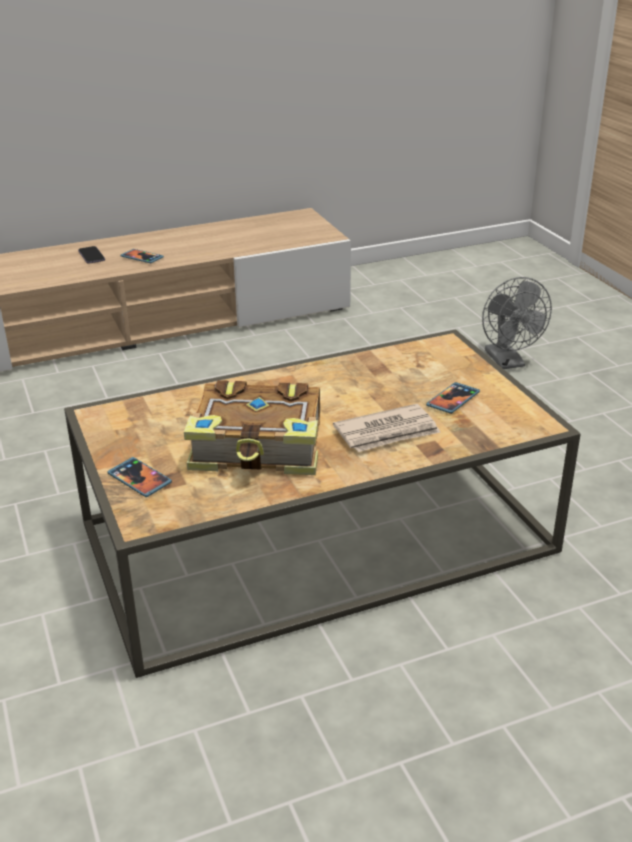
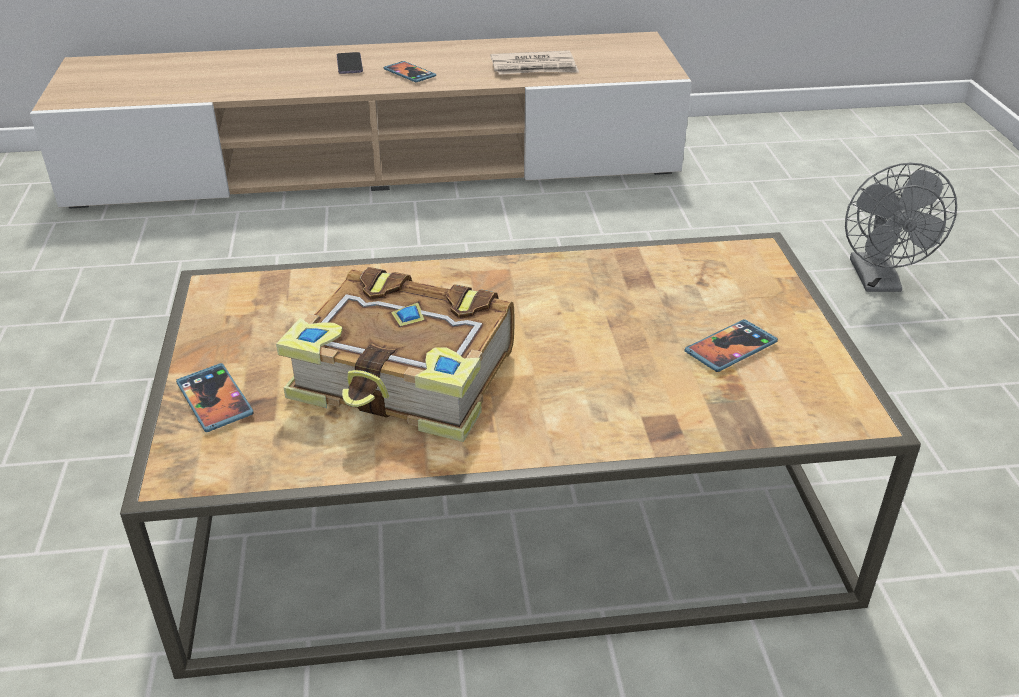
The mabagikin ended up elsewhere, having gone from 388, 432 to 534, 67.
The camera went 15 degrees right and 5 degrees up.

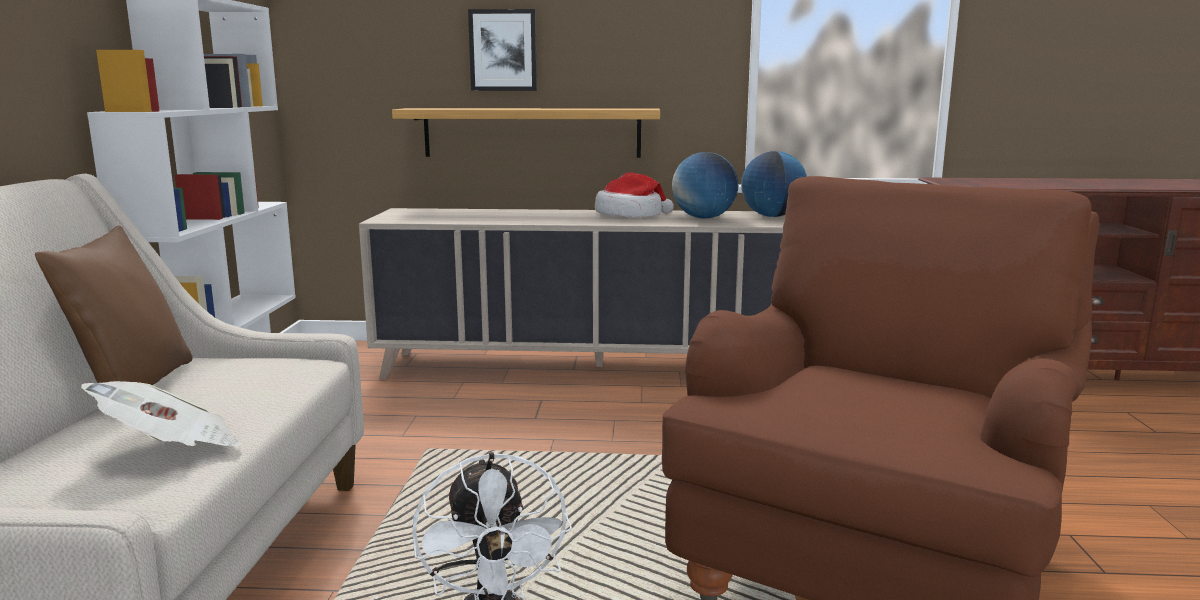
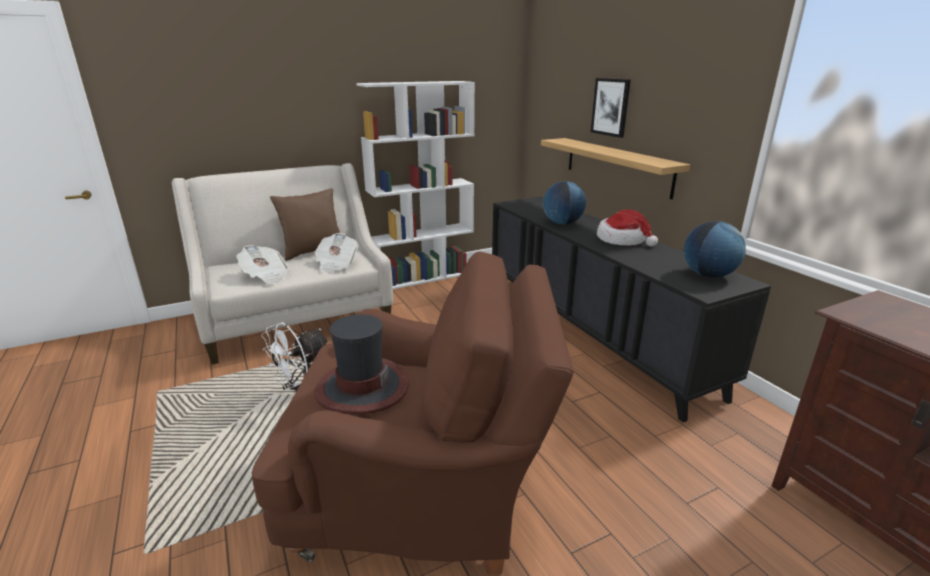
The second view gained the mabagikin at 336, 264.
The second view gained the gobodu at 361, 387.
The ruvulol ended up elsewhere, having gone from 703, 218 to 562, 223.
What was the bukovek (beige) at 598, 369 turned into the bukovek (black) at 590, 332.
The camera went 60 degrees right and 10 degrees up.

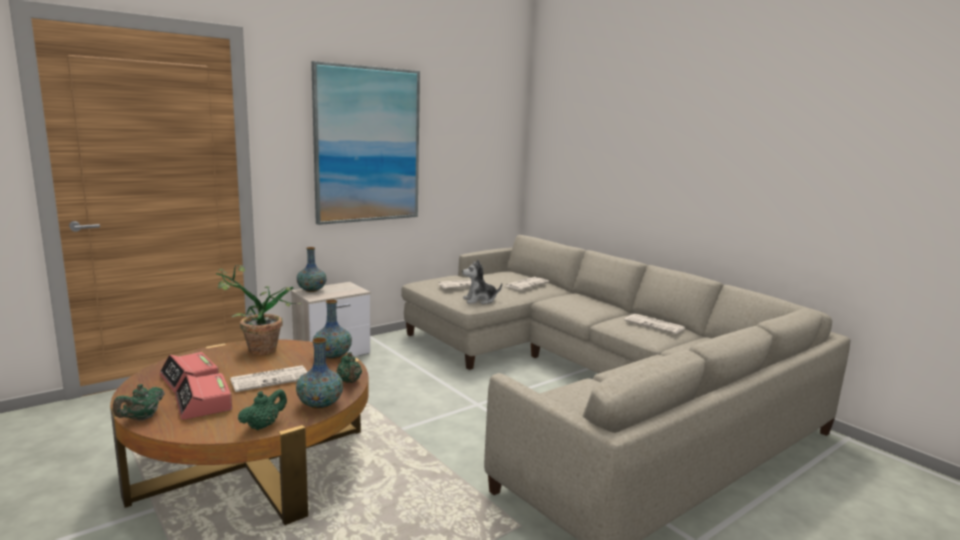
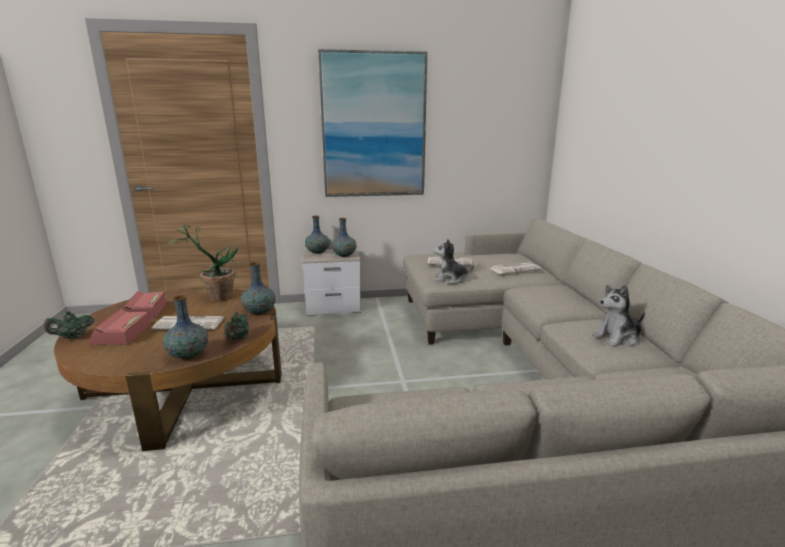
The second view lost the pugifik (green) at 263, 425.
The second view gained the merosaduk at 344, 255.
Where the mabagikin stood at 655, 325, the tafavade came to stand at 617, 338.
The camera went 30 degrees right and 5 degrees up.

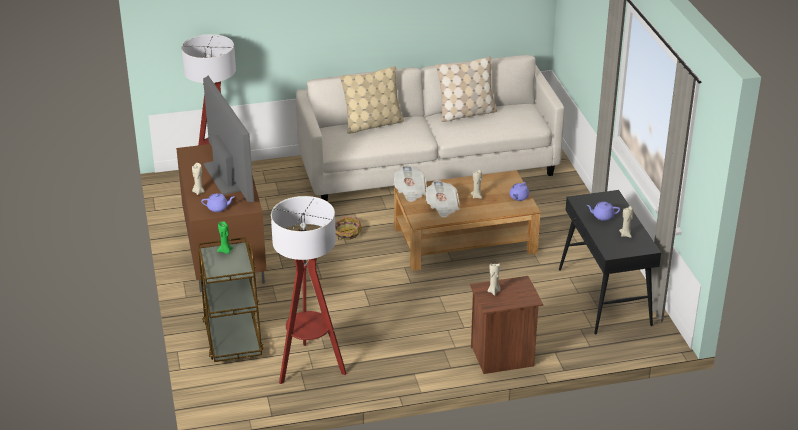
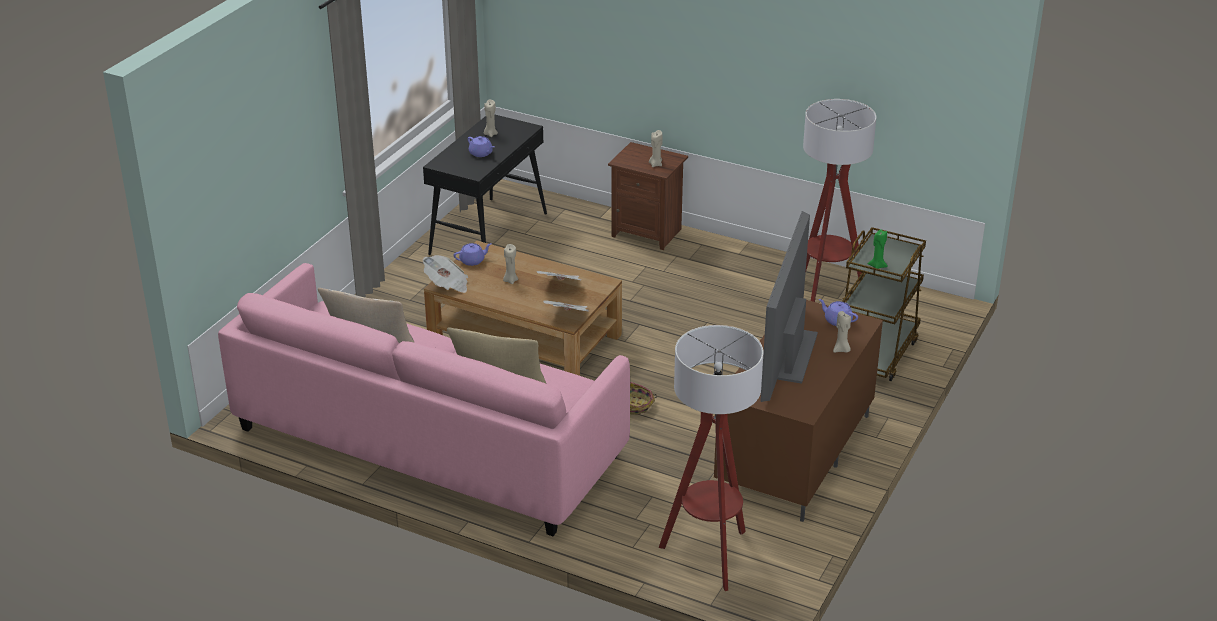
The second view gained the mabagikin at 447, 285.
What was the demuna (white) at 428, 166 turned into the demuna (pink) at 428, 442.
The camera went 140 degrees left and 0 degrees up.

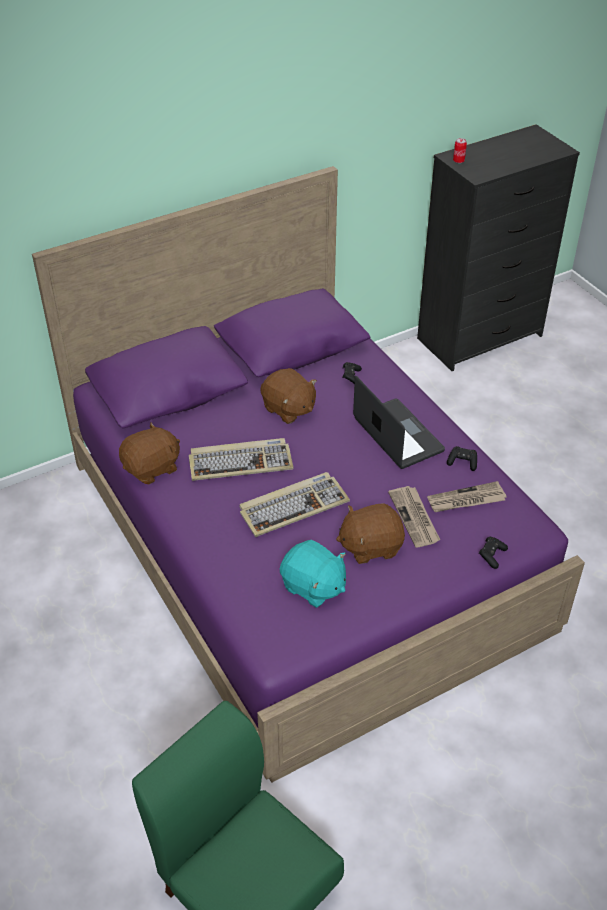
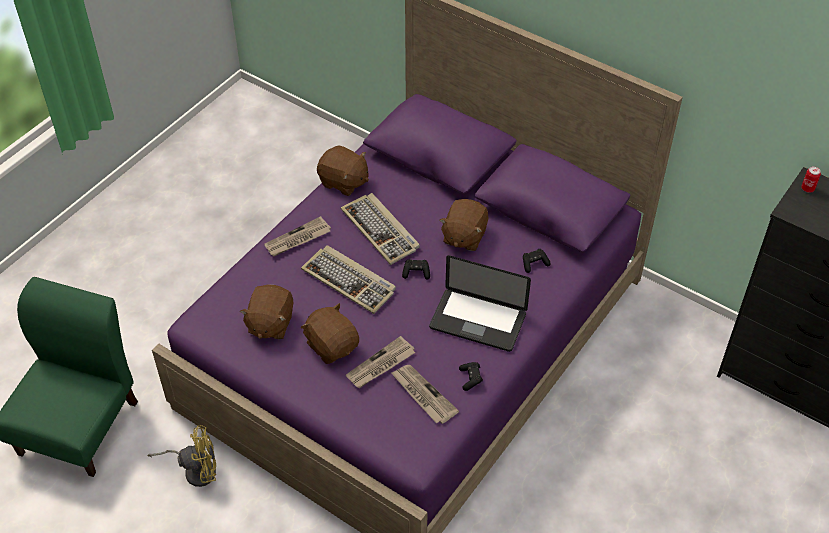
The second view gained the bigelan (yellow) at 195, 470.
The second view gained the mabagikin at 297, 239.
The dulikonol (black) ended up elsewhere, having gone from 491, 555 to 416, 273.
What was the tafavade (turquoise) at 313, 587 turned into the tafavade (brown) at 270, 324.
The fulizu at 398, 435 ended up facing another way, 75 degrees clockwise from before.
The camera went 65 degrees right and 5 degrees up.

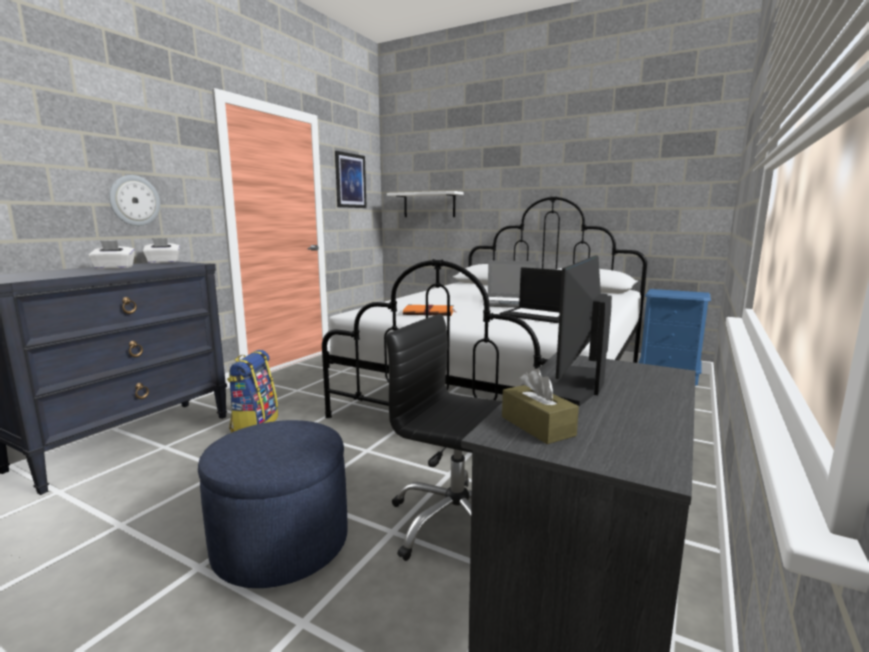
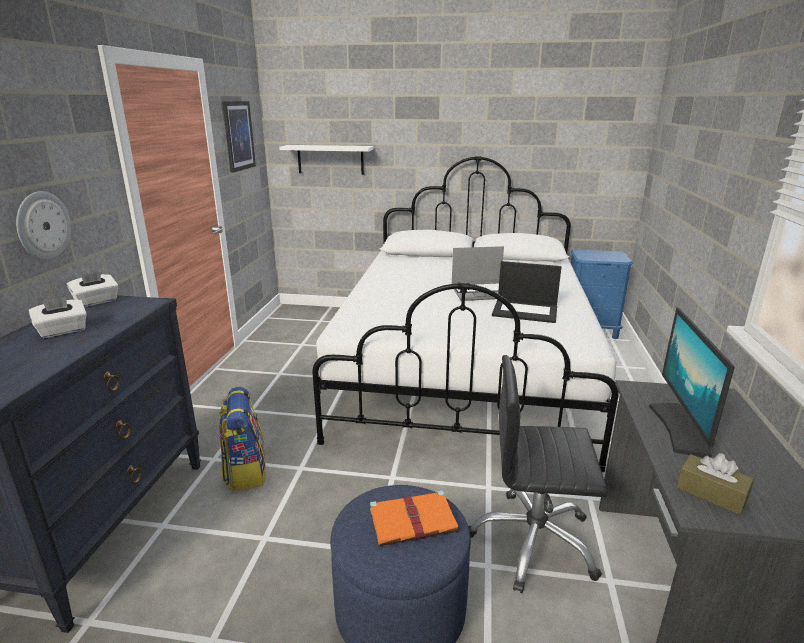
The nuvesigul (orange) ended up elsewhere, having gone from 430, 313 to 414, 521.
The camera went 20 degrees left and 10 degrees up.

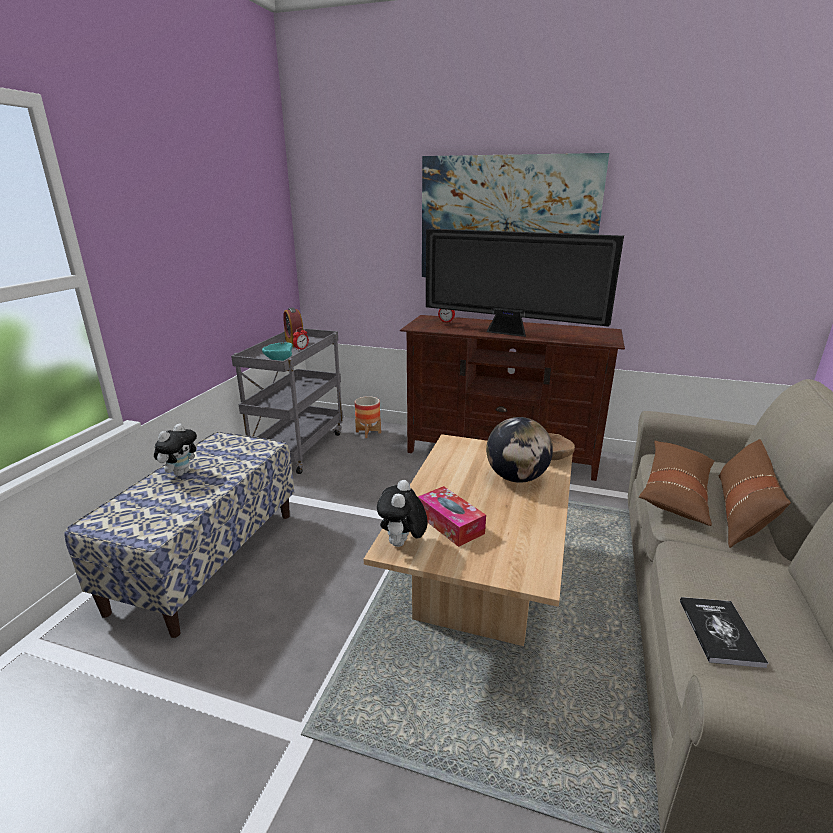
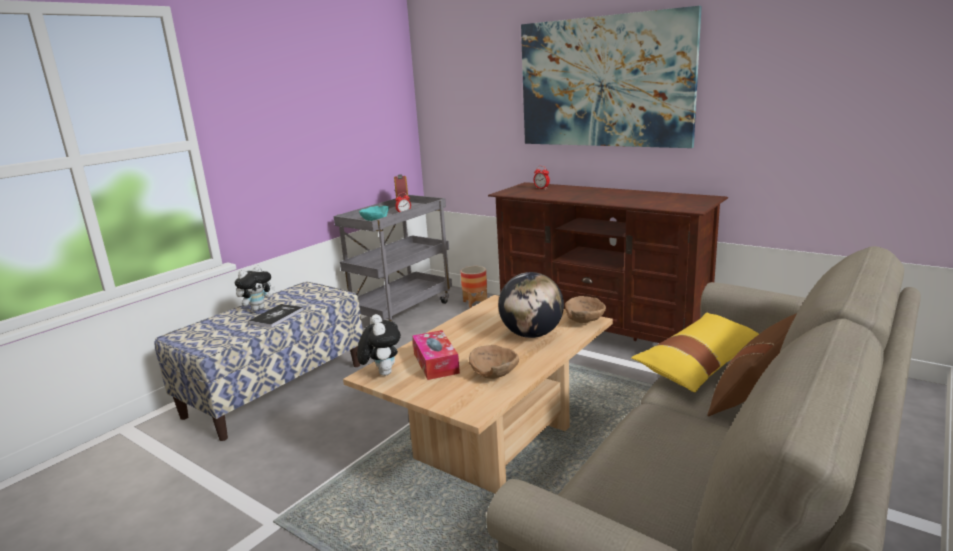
The second view lost the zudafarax at 510, 333.
The second view gained the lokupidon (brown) at 496, 375.
The nuvesigul ended up elsewhere, having gone from 719, 632 to 276, 317.
What was the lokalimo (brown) at 676, 491 turned into the lokalimo (yellow) at 700, 364.
The tafavade at 402, 544 ended up facing another way, 135 degrees clockwise from before.
The camera went 20 degrees right and 5 degrees down.

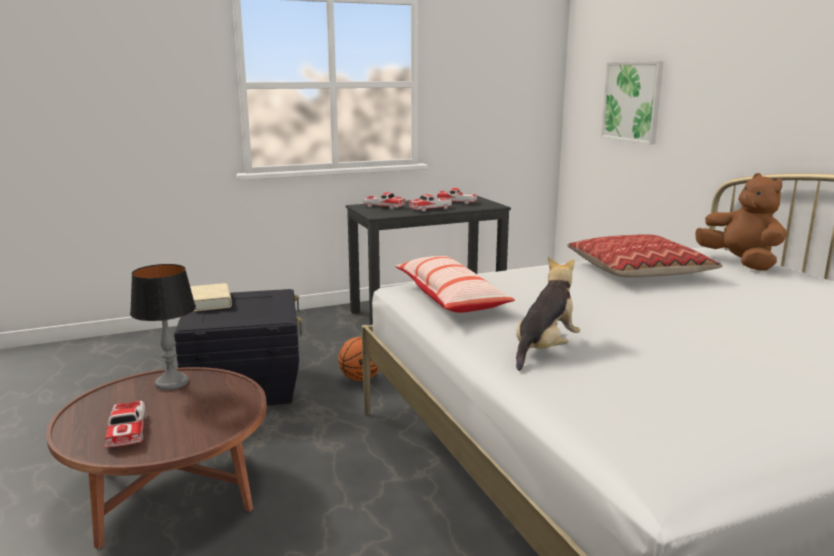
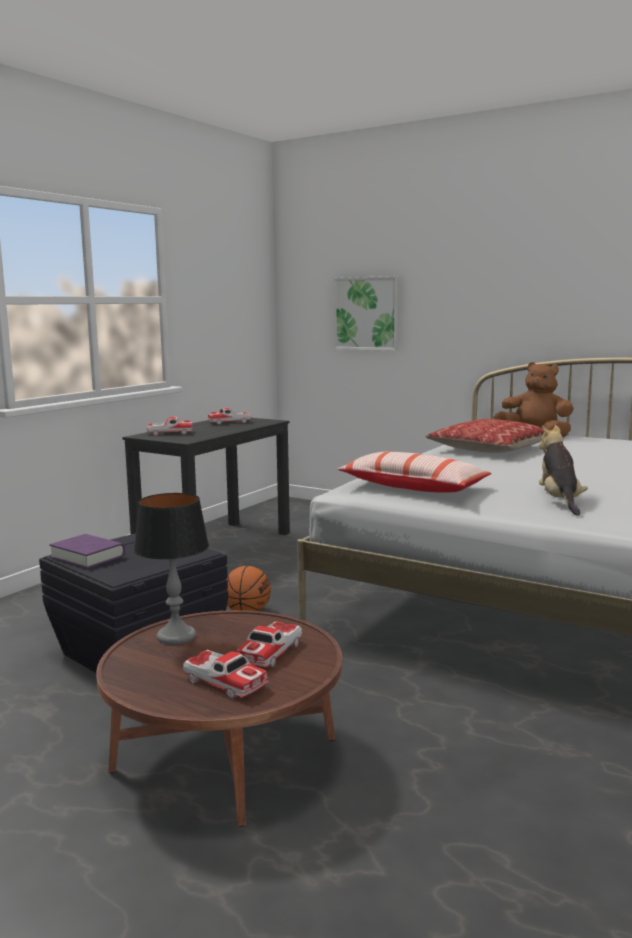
The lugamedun ended up elsewhere, having gone from 430, 209 to 270, 653.
What was the nuvesigul (beige) at 211, 302 turned into the nuvesigul (purple) at 87, 557.
The camera went 35 degrees left and 5 degrees down.

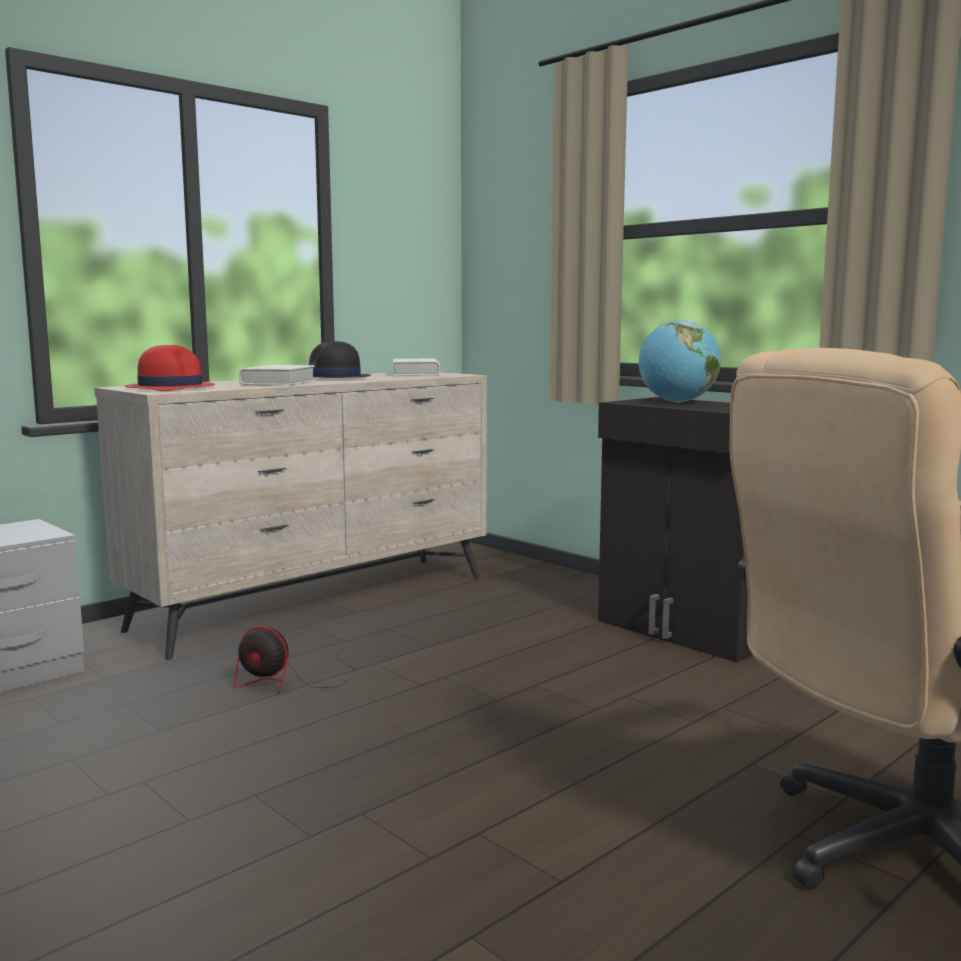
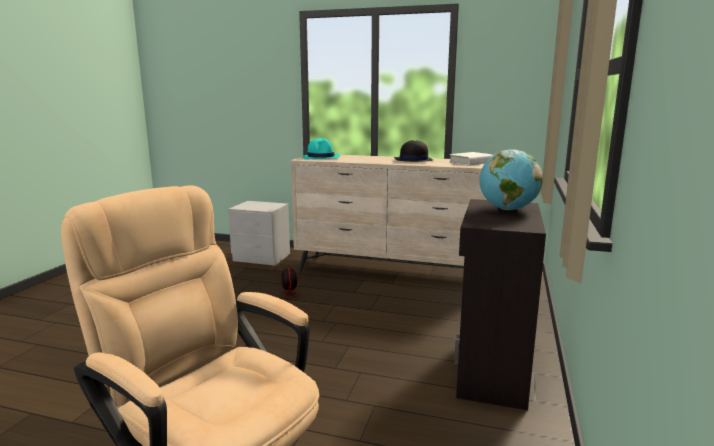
The second view lost the nuvesigul (white) at 278, 382.
What was the gobodu (red) at 170, 387 turned into the gobodu (turquoise) at 321, 157.
The camera went 60 degrees right and 5 degrees up.

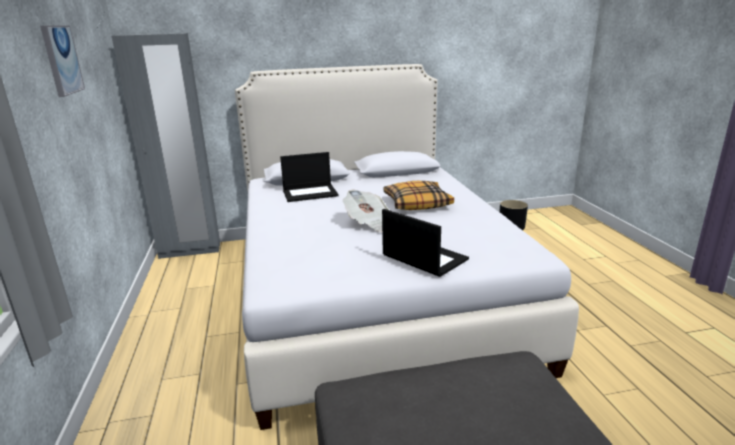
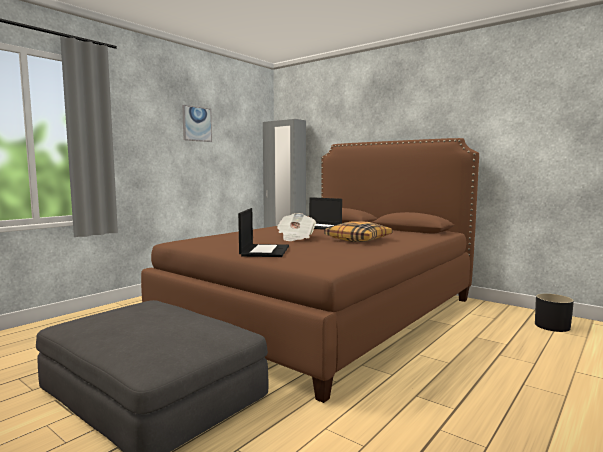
What was the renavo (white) at 371, 292 turned into the renavo (brown) at 324, 313.
The camera went 50 degrees right and 15 degrees down.

